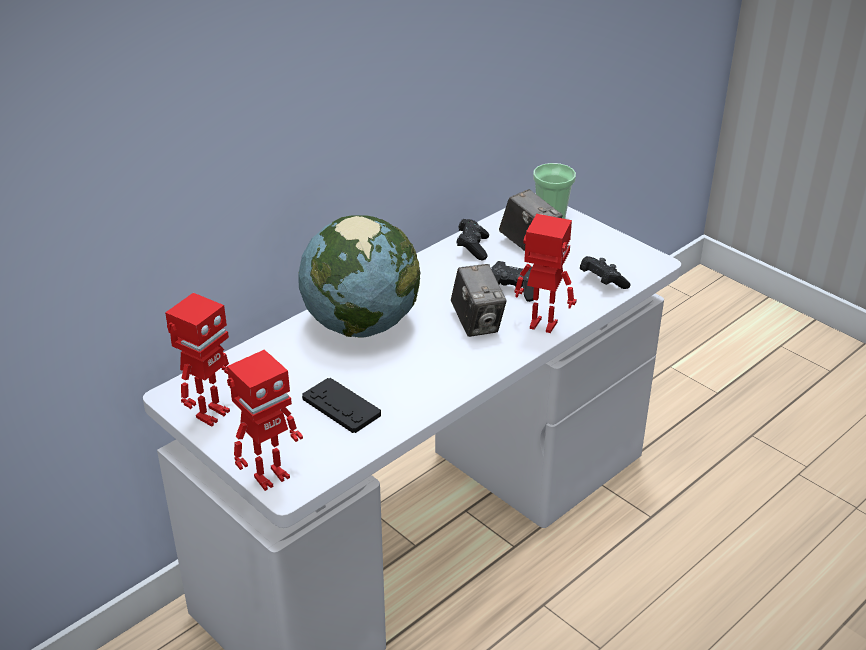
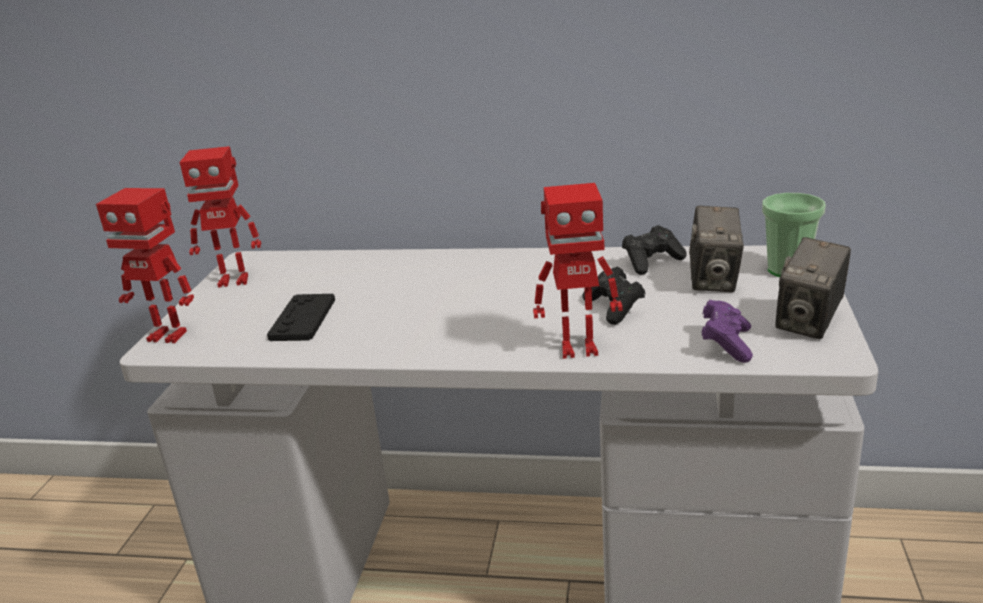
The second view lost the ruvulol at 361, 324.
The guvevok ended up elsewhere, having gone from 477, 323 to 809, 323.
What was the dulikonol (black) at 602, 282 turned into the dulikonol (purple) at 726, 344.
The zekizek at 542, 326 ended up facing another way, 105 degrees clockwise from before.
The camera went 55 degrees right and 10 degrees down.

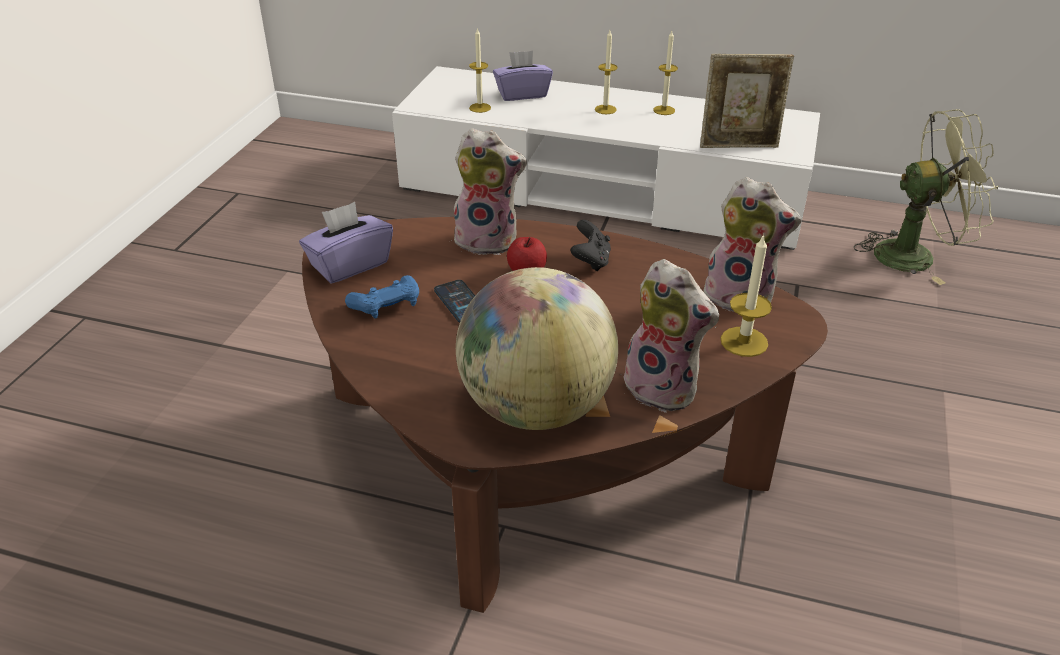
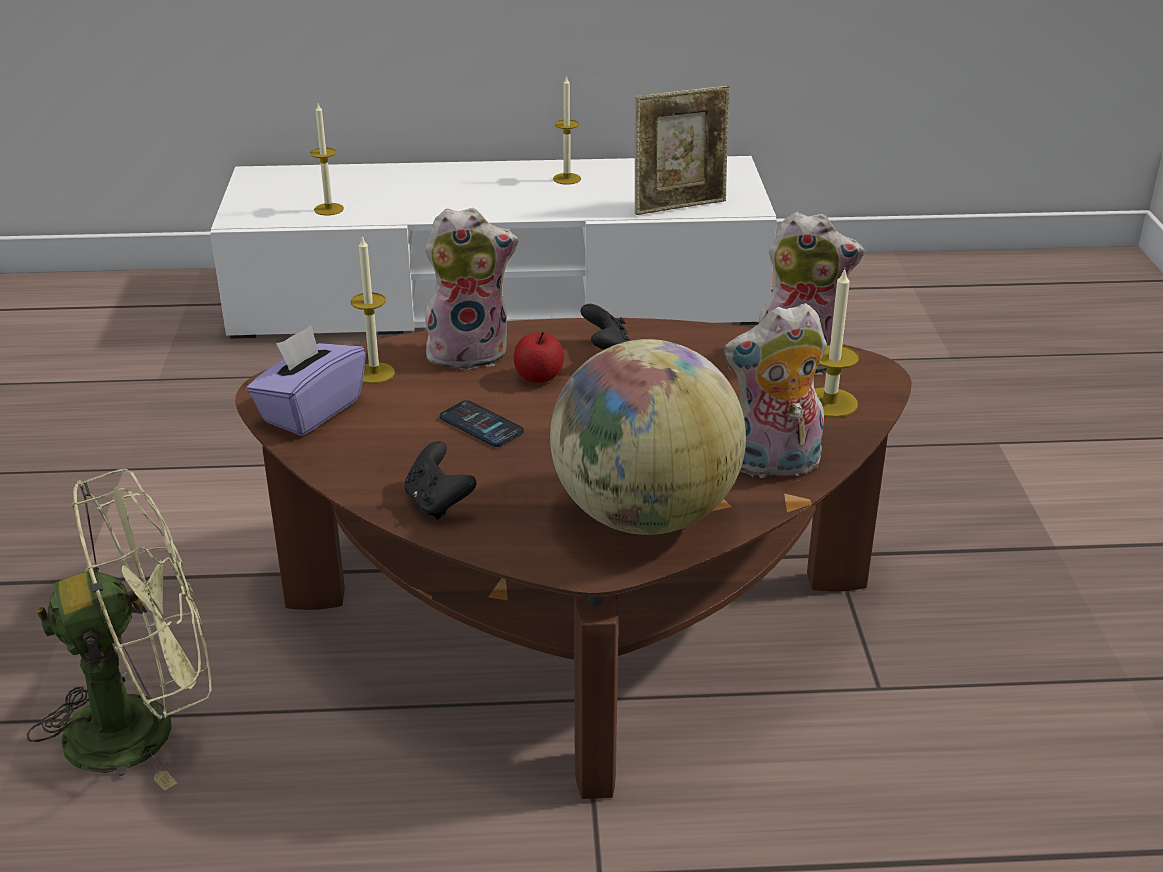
The second view lost the dulikonol (blue) at 386, 305.
The second view lost the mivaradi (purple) at 522, 94.
The second view gained the dulikonol (black) at 438, 503.
The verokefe ended up elsewhere, having gone from 605, 109 to 374, 373.
The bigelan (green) ended up elsewhere, having gone from 916, 255 to 144, 725.
The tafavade at 664, 388 ended up facing another way, 150 degrees clockwise from before.
The camera went 20 degrees left and 5 degrees down.

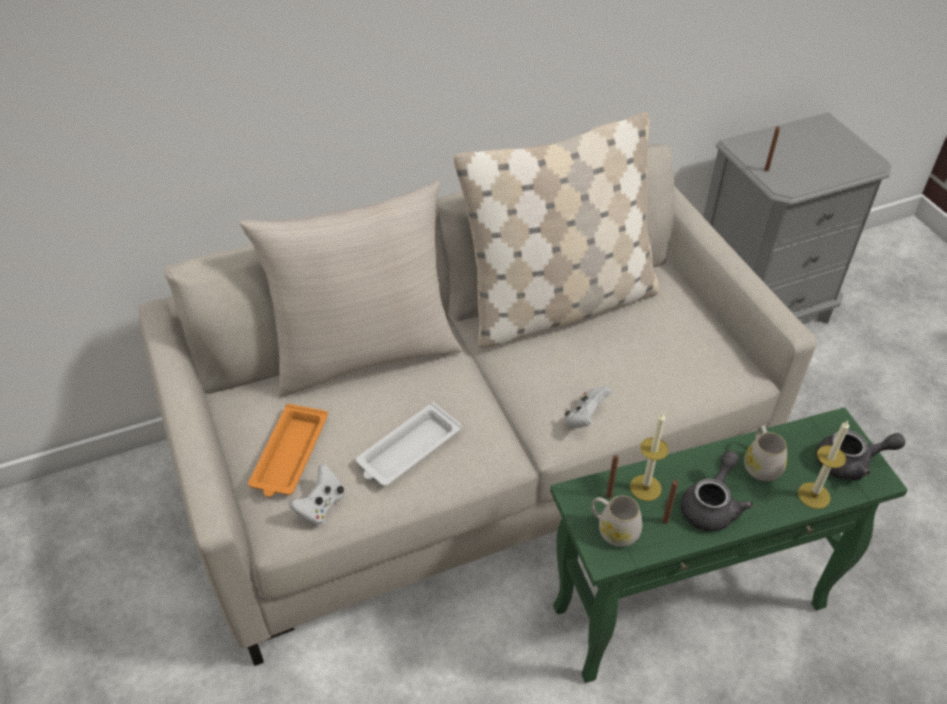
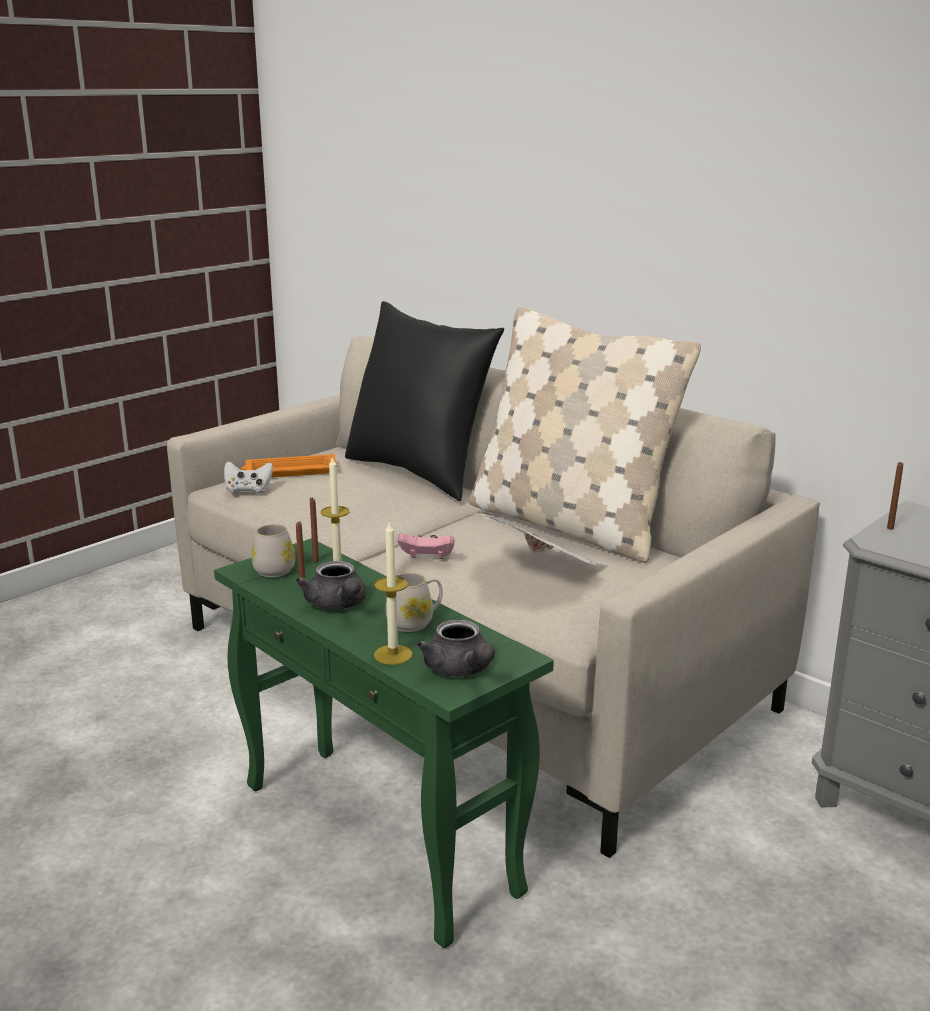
The second view lost the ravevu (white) at 408, 450.
The second view gained the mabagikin at 542, 573.
What was the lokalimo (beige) at 365, 354 turned into the lokalimo (black) at 420, 472.
What was the dulikonol (white) at 585, 417 turned into the dulikonol (pink) at 427, 559.
The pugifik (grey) at 712, 505 ended up facing another way, 60 degrees clockwise from before.
The camera went 65 degrees right and 25 degrees down.

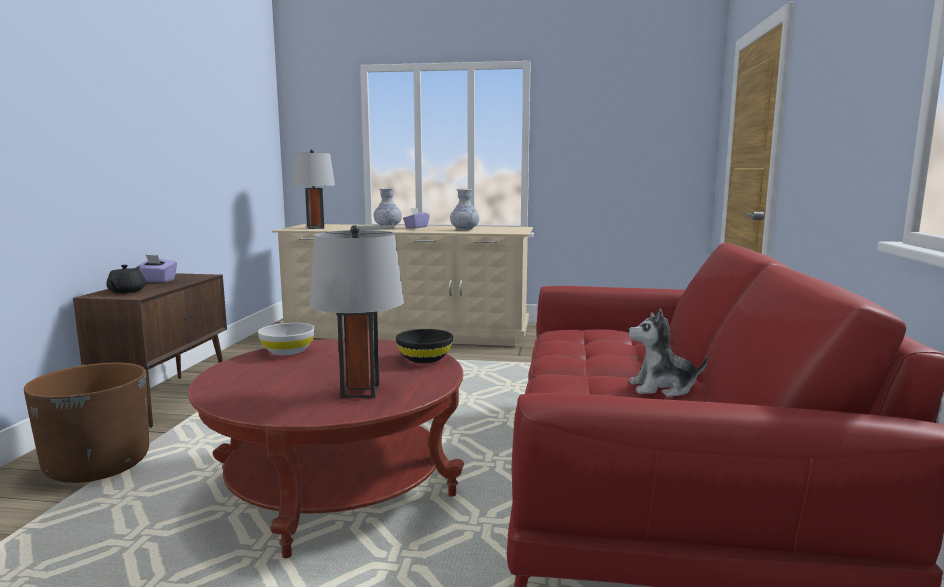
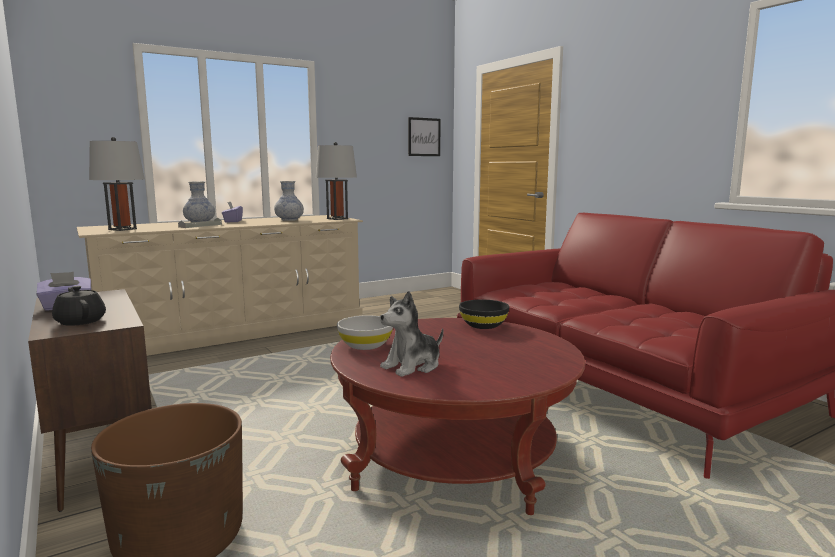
The second view gained the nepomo at 424, 137.
The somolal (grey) ended up elsewhere, having gone from 360, 391 to 337, 219.
The tafavade ended up elsewhere, having gone from 662, 388 to 412, 366.
The camera went 40 degrees left and 0 degrees up.

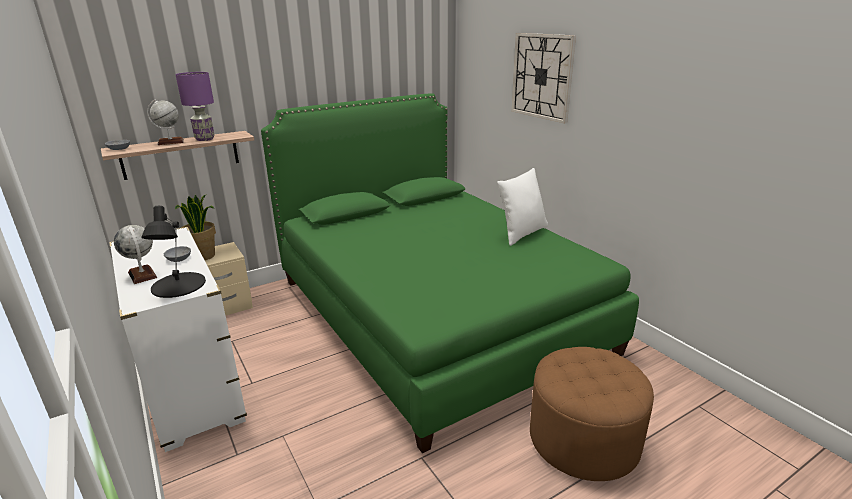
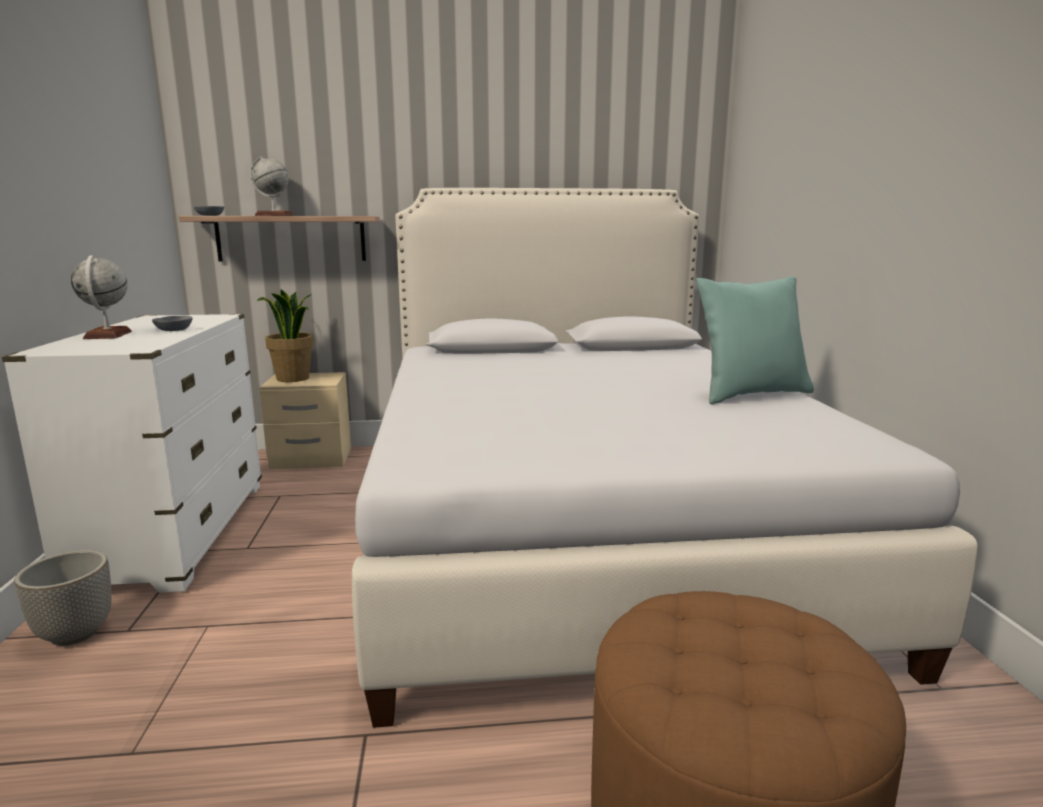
The second view lost the somolal (black) at 178, 285.
The second view lost the somolal (purple) at 204, 139.
The second view lost the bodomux at 542, 76.
The second view gained the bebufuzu at 74, 634.
What was the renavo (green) at 433, 314 turned into the renavo (white) at 583, 525.
What was the lokalimo (white) at 521, 233 turned into the lokalimo (turquoise) at 750, 394.
The camera went 25 degrees right and 10 degrees down.

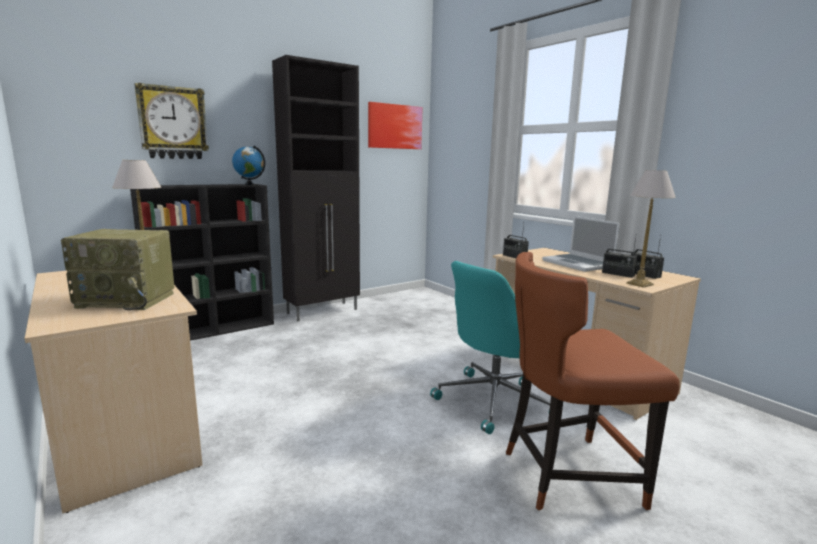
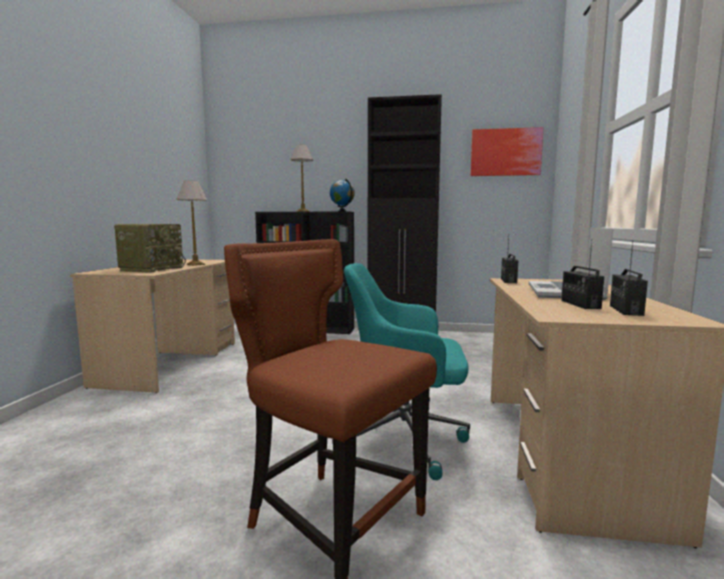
The second view lost the bodomux at 173, 123.
The somolal ended up elsewhere, having gone from 640, 284 to 303, 211.
The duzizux at 129, 300 ended up facing another way, 120 degrees counterclockwise from before.
The camera went 45 degrees right and 5 degrees down.

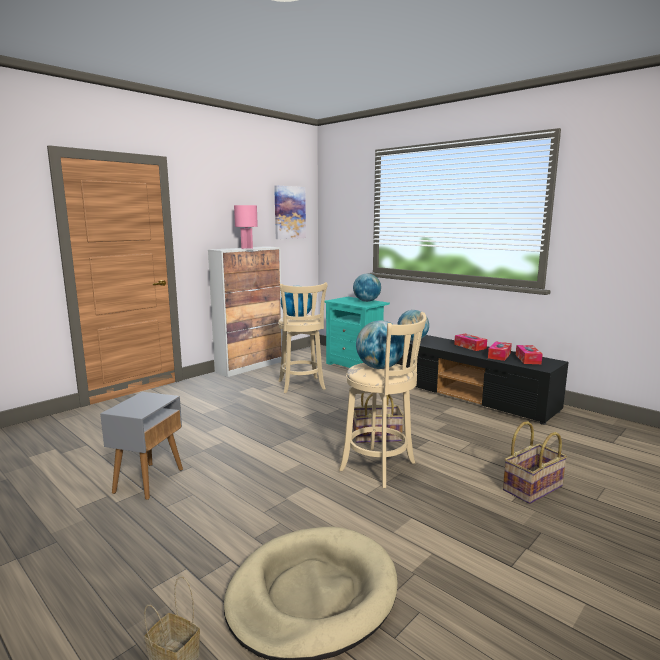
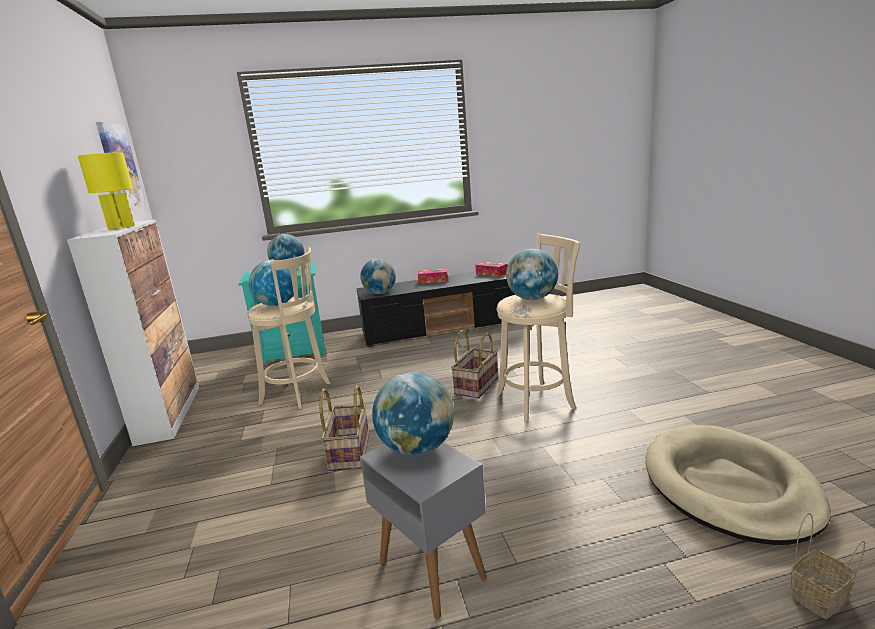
The second view lost the mivaradi at 499, 355.
The second view gained the ruvulol at 417, 448.
The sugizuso ended up elsewhere, having gone from 532, 487 to 348, 452.
What was the somolal (pink) at 247, 248 turned into the somolal (yellow) at 121, 227.
The camera went 55 degrees left and 5 degrees up.

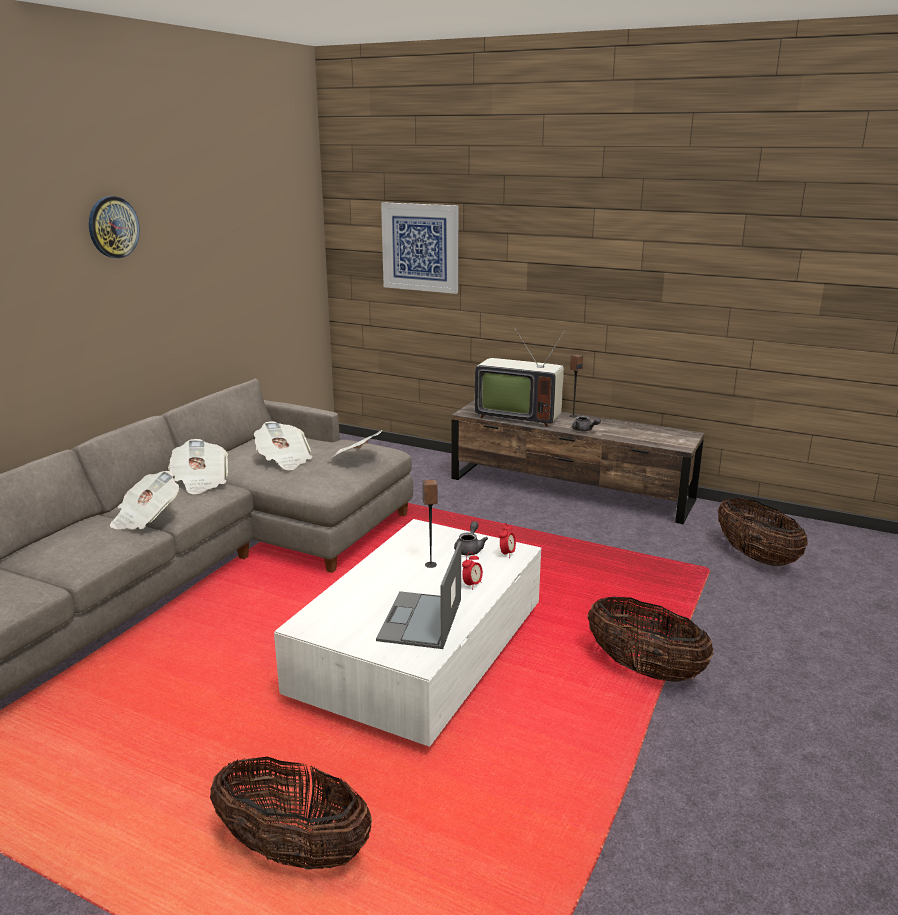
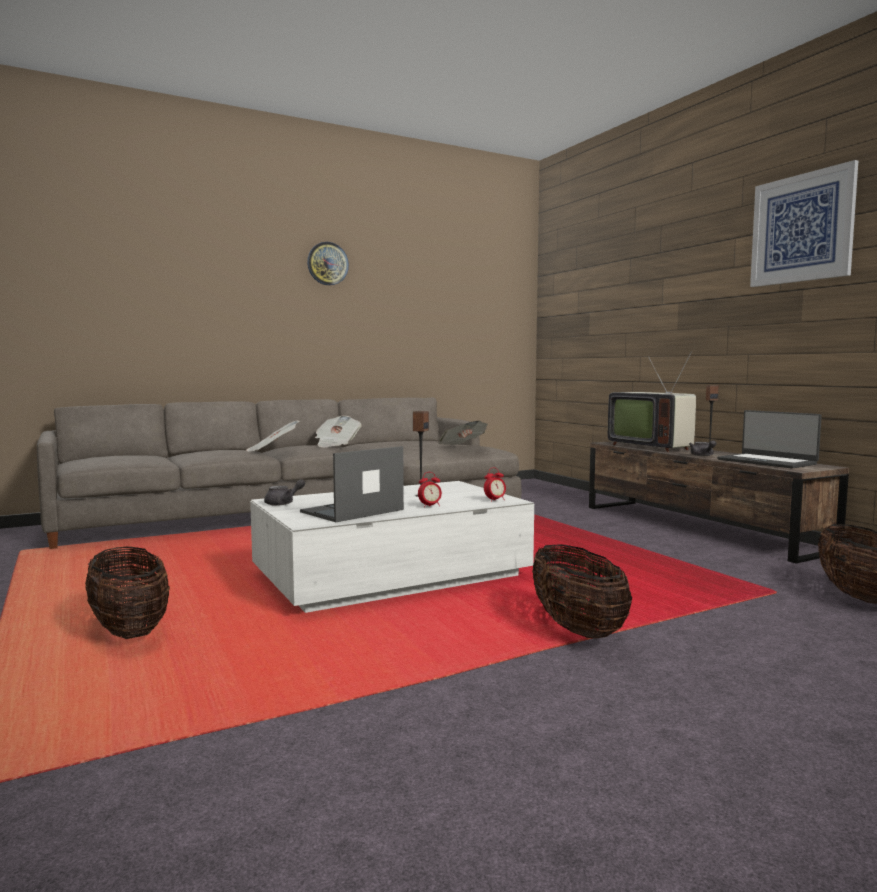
The second view lost the mabagikin at 284, 460.
The second view gained the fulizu at 767, 462.
The nepomo ended up elsewhere, having gone from 420, 247 to 801, 228.
The pugifik (grey) ended up elsewhere, having gone from 470, 549 to 283, 503.
The camera went 35 degrees right and 15 degrees down.

